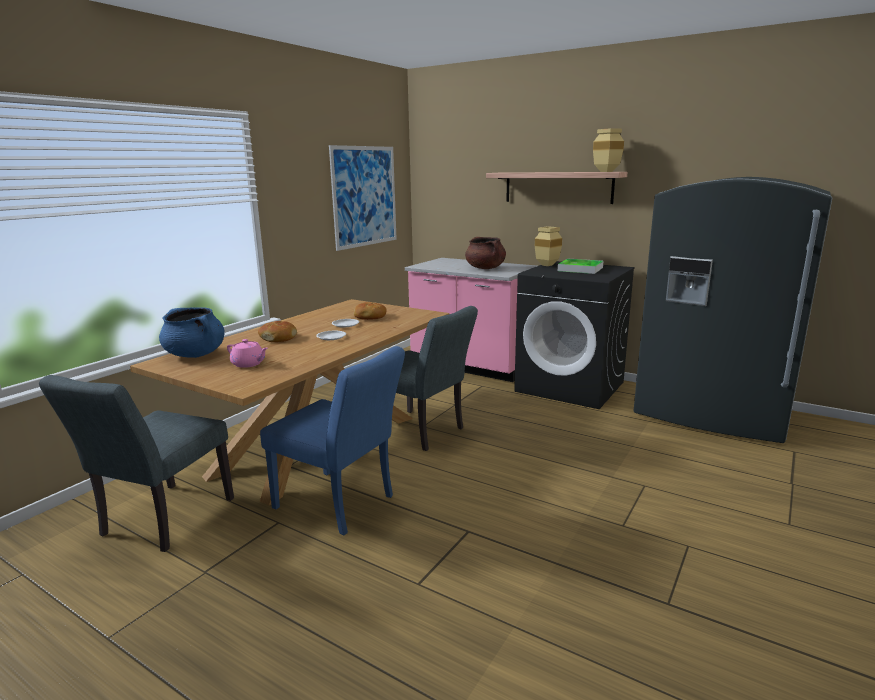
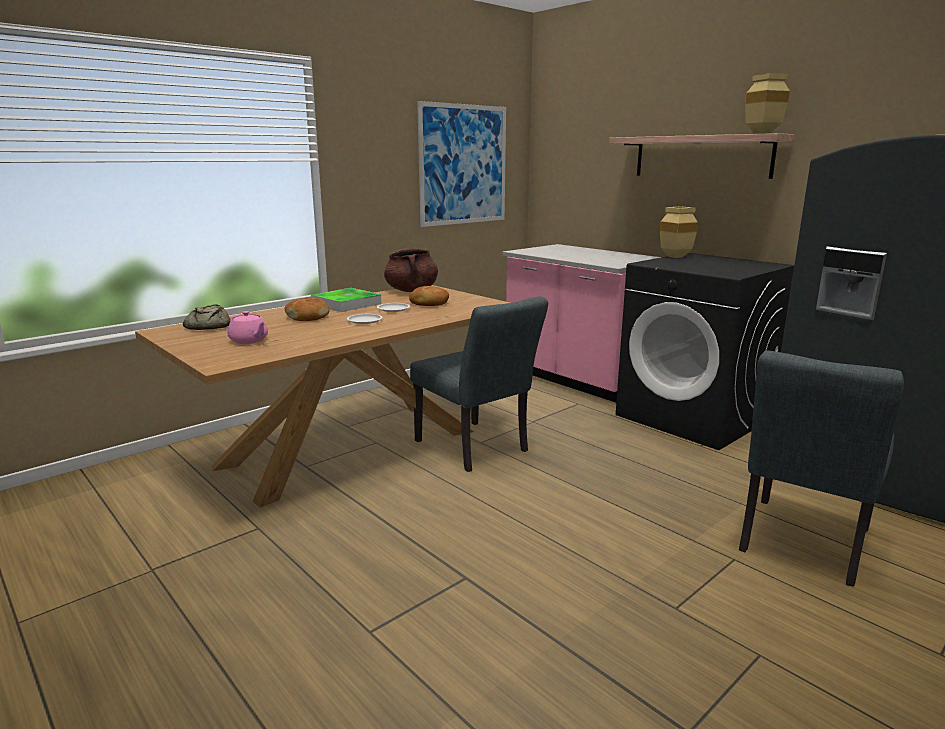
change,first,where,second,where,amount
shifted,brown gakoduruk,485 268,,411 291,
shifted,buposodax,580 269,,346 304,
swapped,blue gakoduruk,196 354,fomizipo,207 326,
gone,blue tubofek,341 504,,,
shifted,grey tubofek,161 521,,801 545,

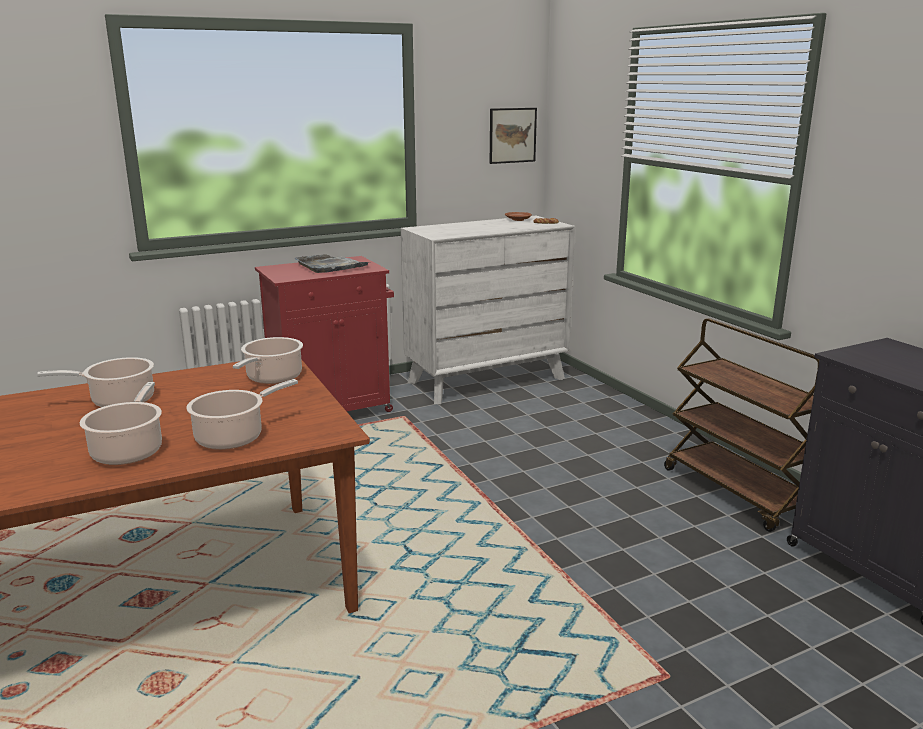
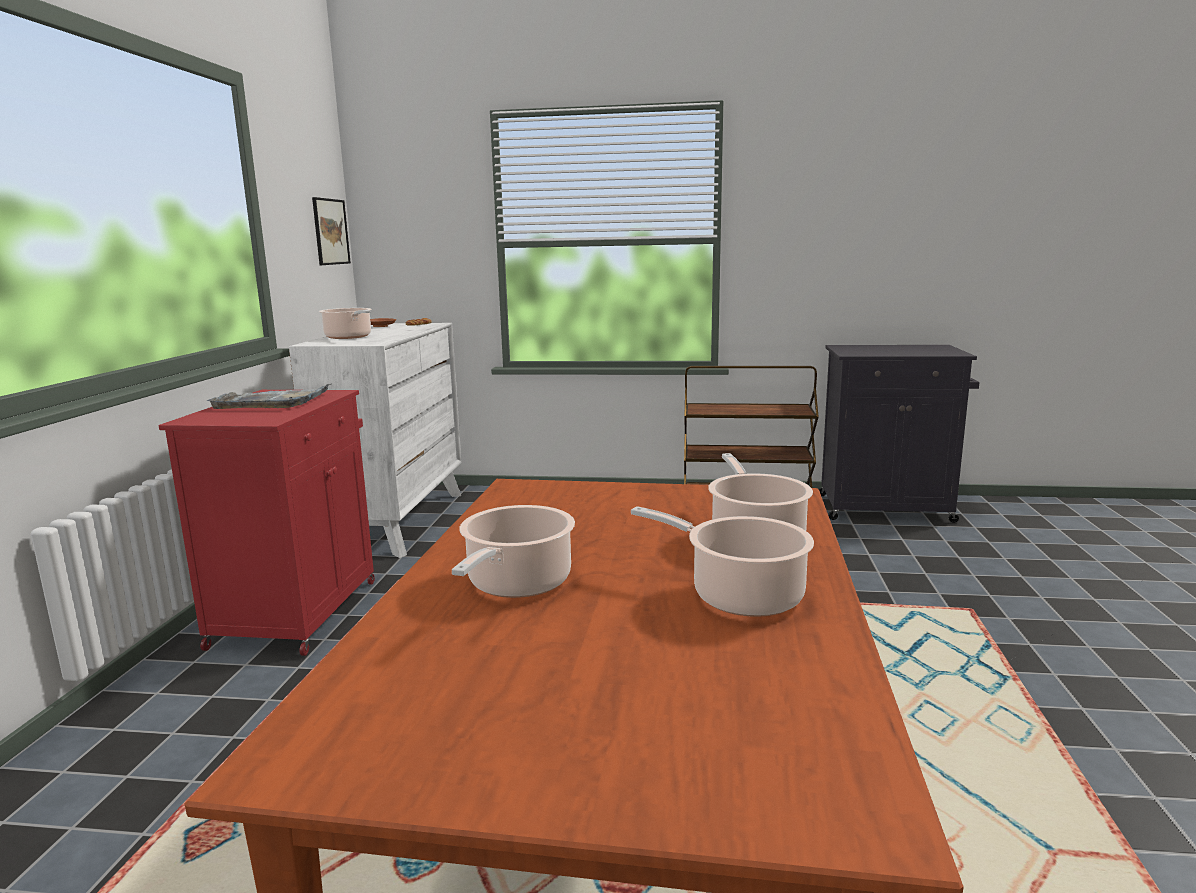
change,first,where,second,where,amount
shifted,gakoduruk,272 378,,349 337,

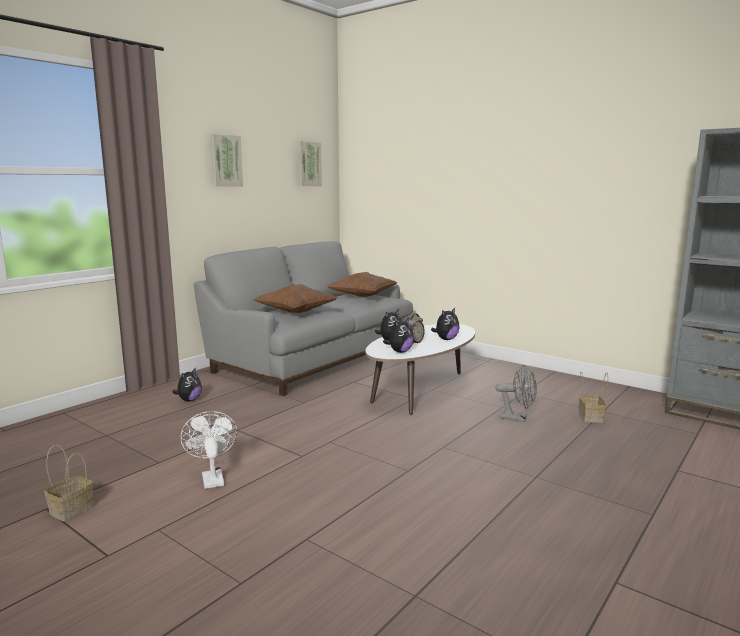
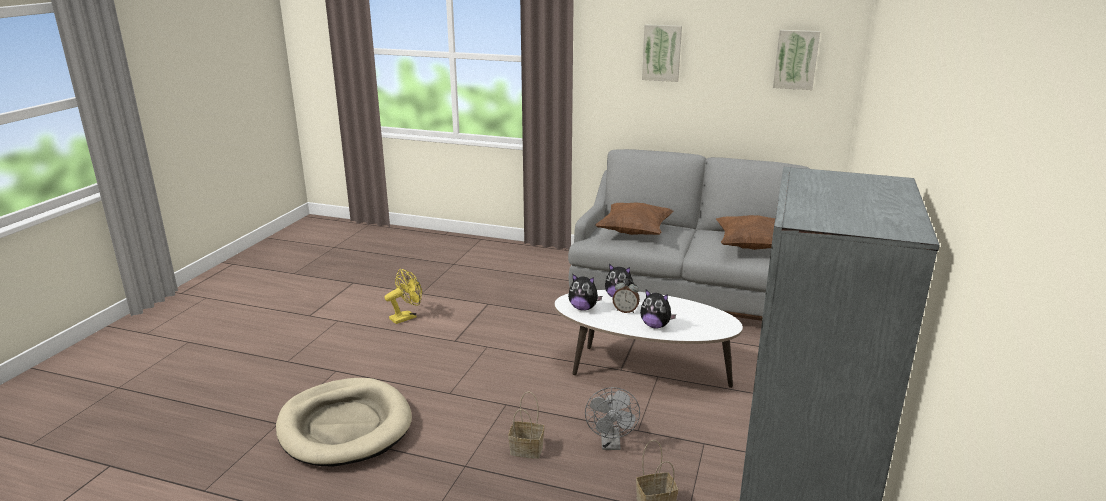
change,first,where,second,where,amount
gone,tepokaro,189 400,,,
repainted,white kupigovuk,211 477,yellow kupigovuk,406 317,
shifted,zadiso,71 510,,525 450,
new,,,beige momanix,345 426,

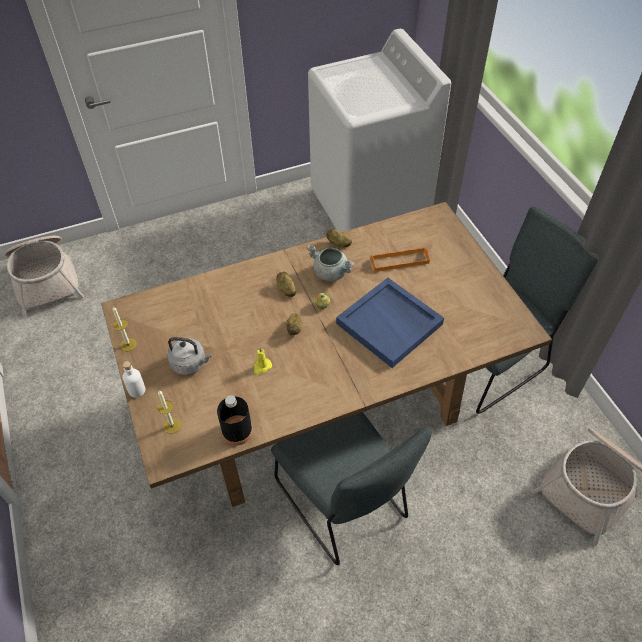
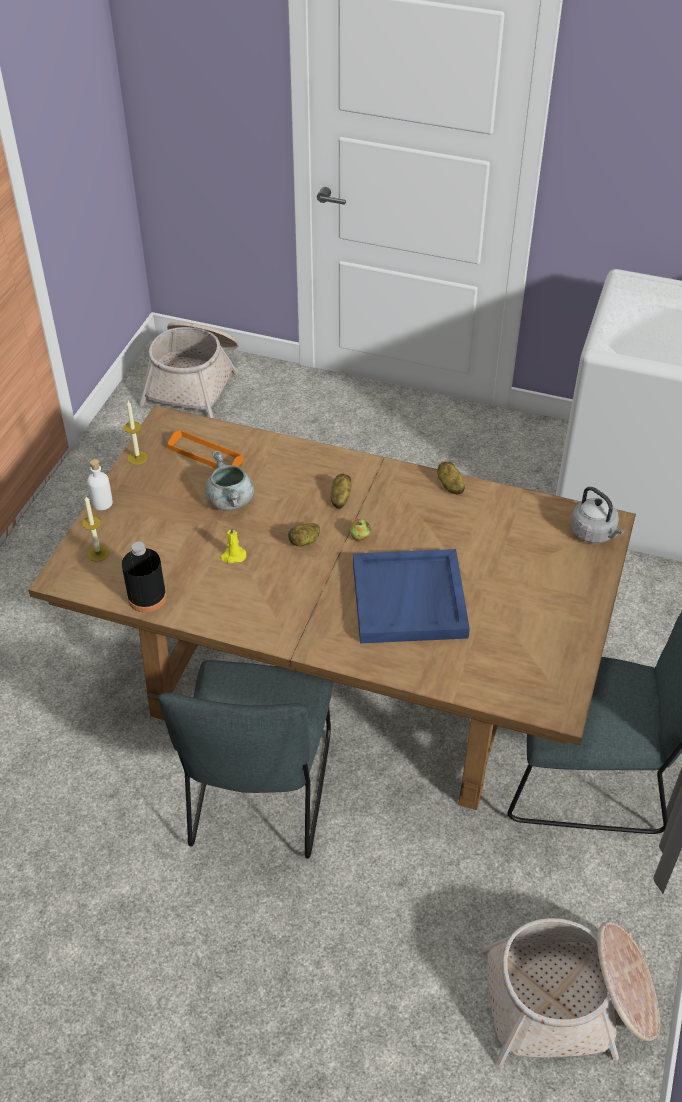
change,first,where,second,where,amount
shifted,grey gakoduruk,331 273,,231 501,
shifted,orange buposodax,399 261,,205 454,
shifted,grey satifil,190 364,,594 533,

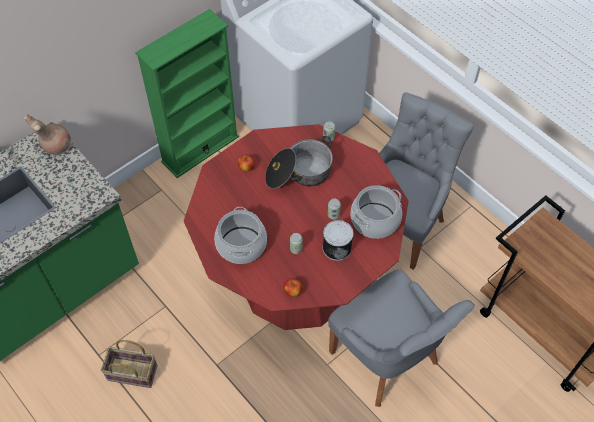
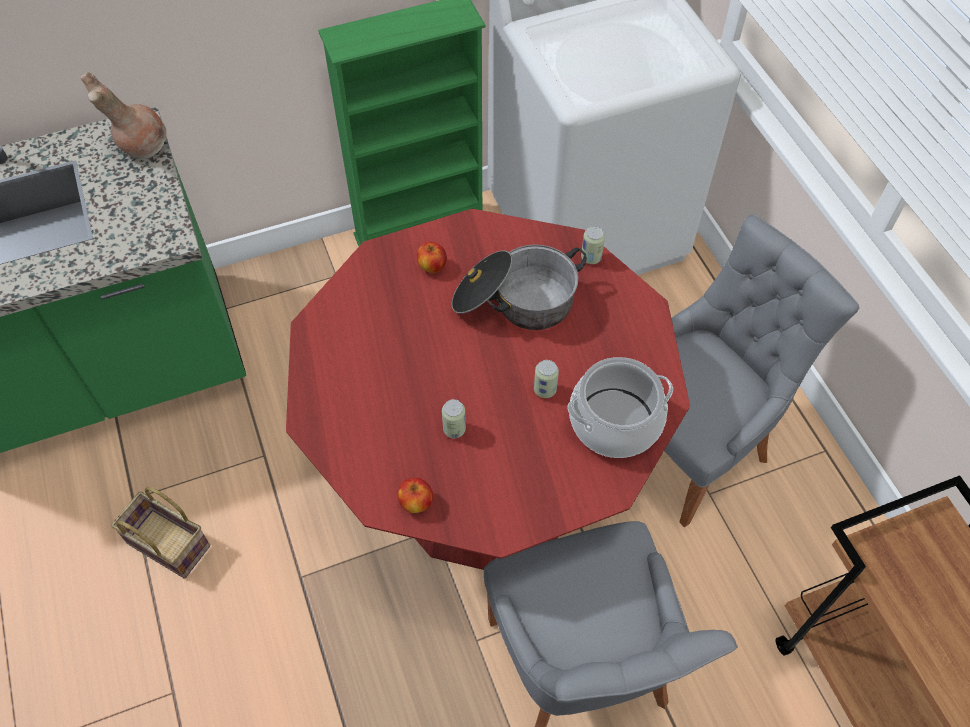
change,first,where,second,where,amount
gone,gakoduruk,241 245,,,
gone,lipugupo,337 247,,,

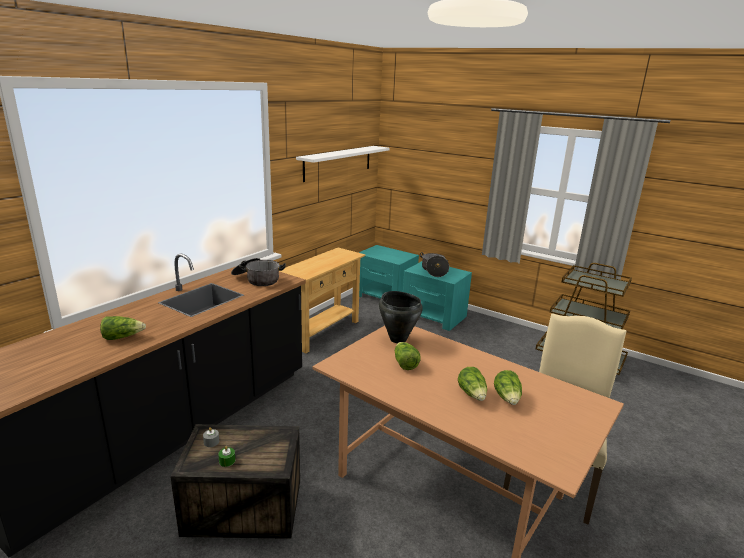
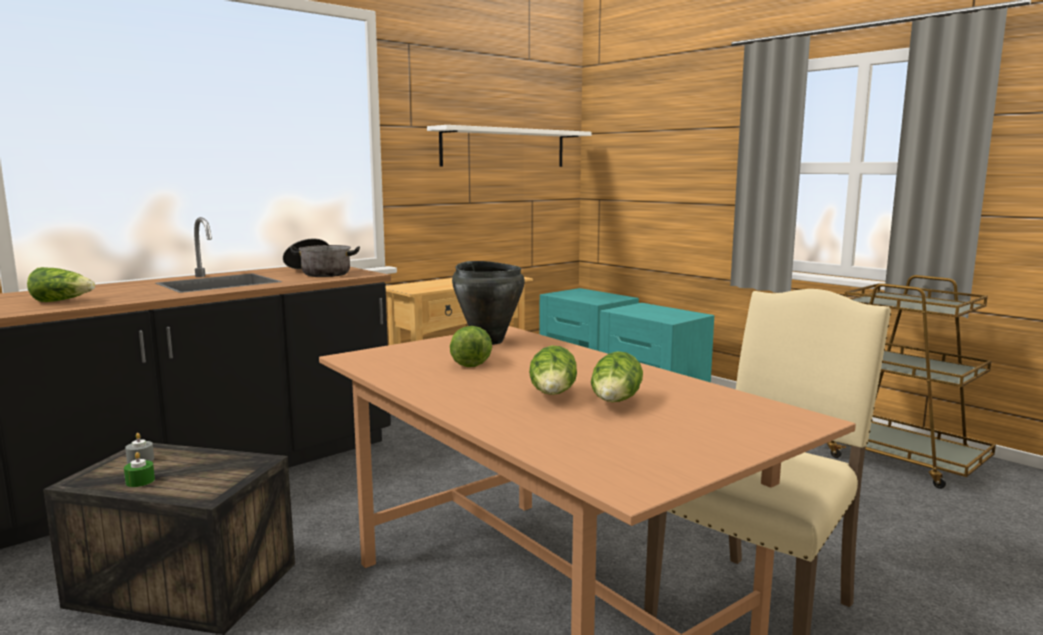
change,first,where,second,where,amount
gone,gakoduruk,434 270,,,

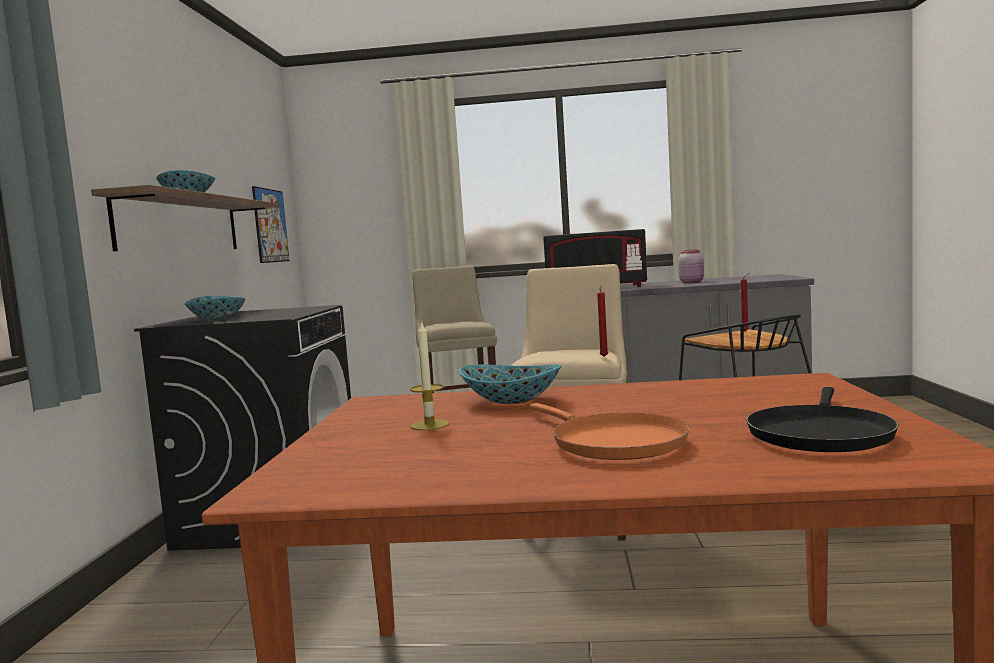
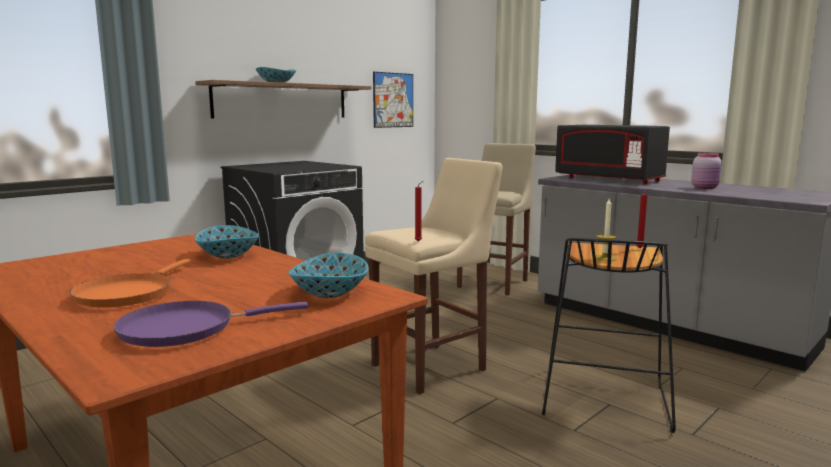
change,first,where,second,where,amount
shifted,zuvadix,218 319,,331 293,
shifted,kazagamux,430 425,,605 258,
repainted,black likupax,819 434,purple likupax,185 329,

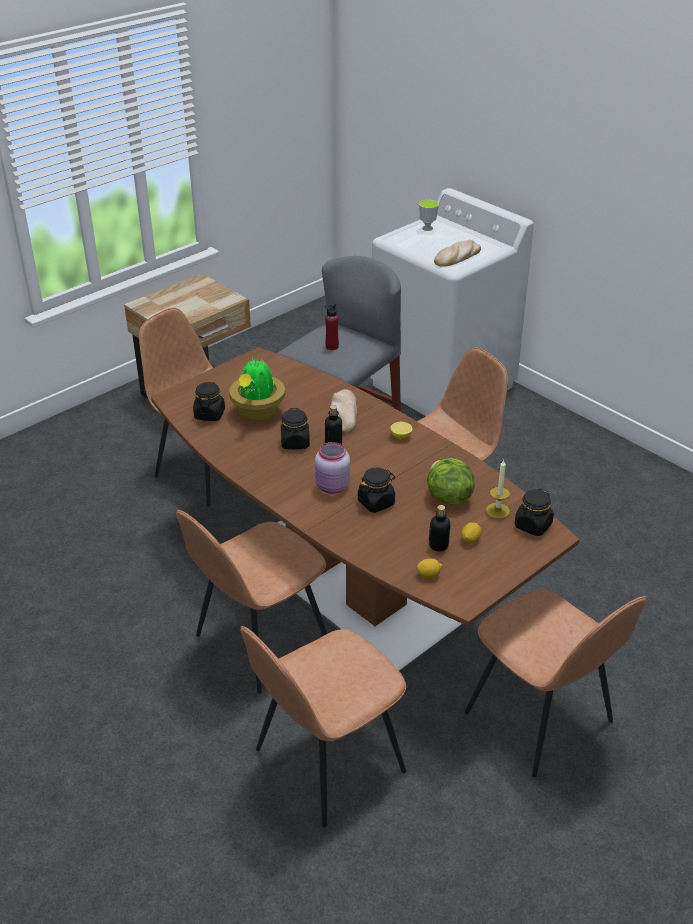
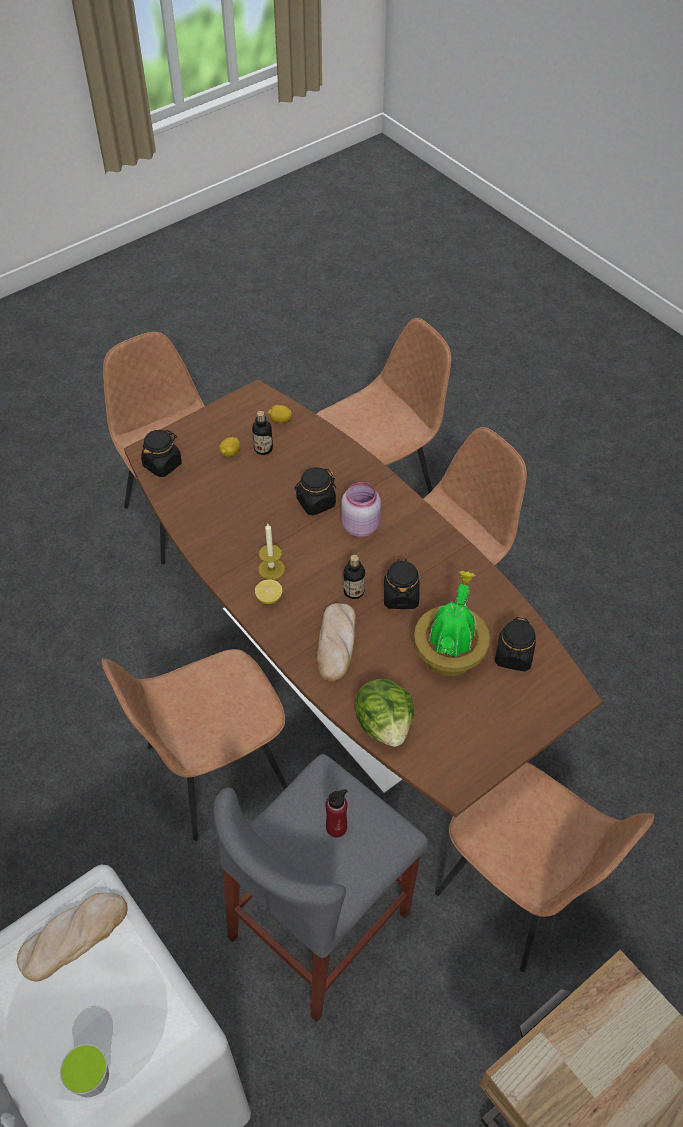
change,first,where,second,where,amount
shifted,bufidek,448 497,,384 724,
shifted,kazagamux,497 511,,271 569,

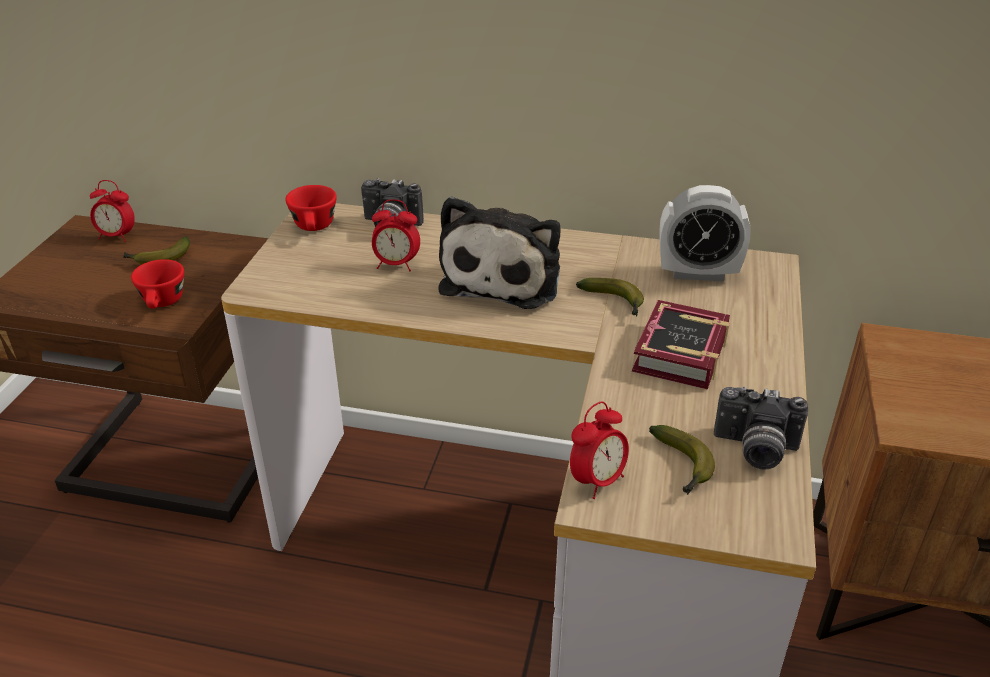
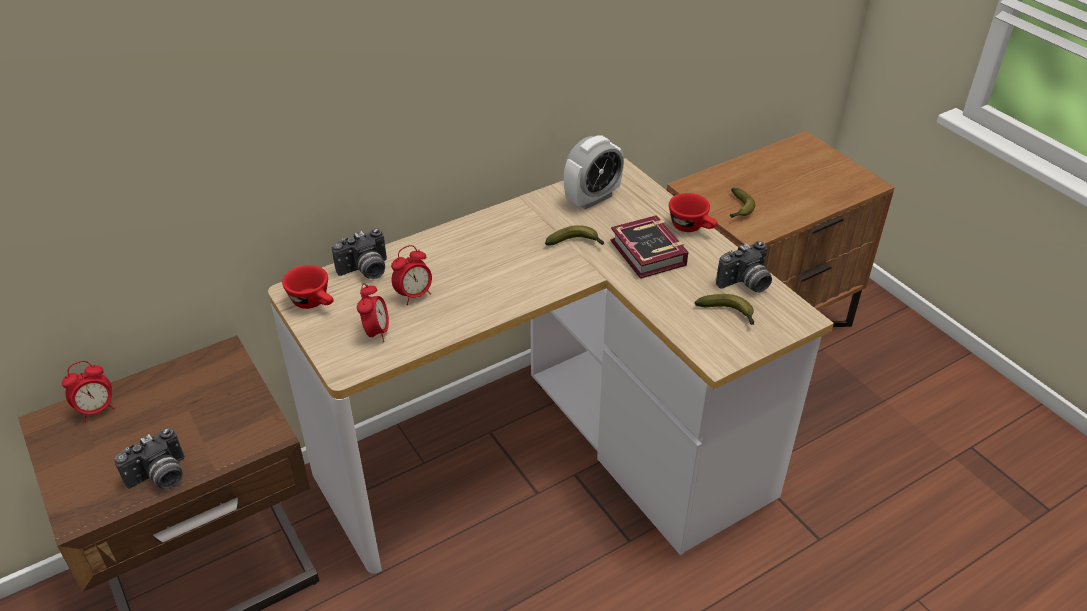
change,first,where,second,where,amount
gone,tepokaro,504 277,,,
shifted,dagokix,158 258,,739 209,
shifted,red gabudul,163 303,,692 227,
shifted,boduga,597 481,,376 332,
new,,,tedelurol,160 477,

